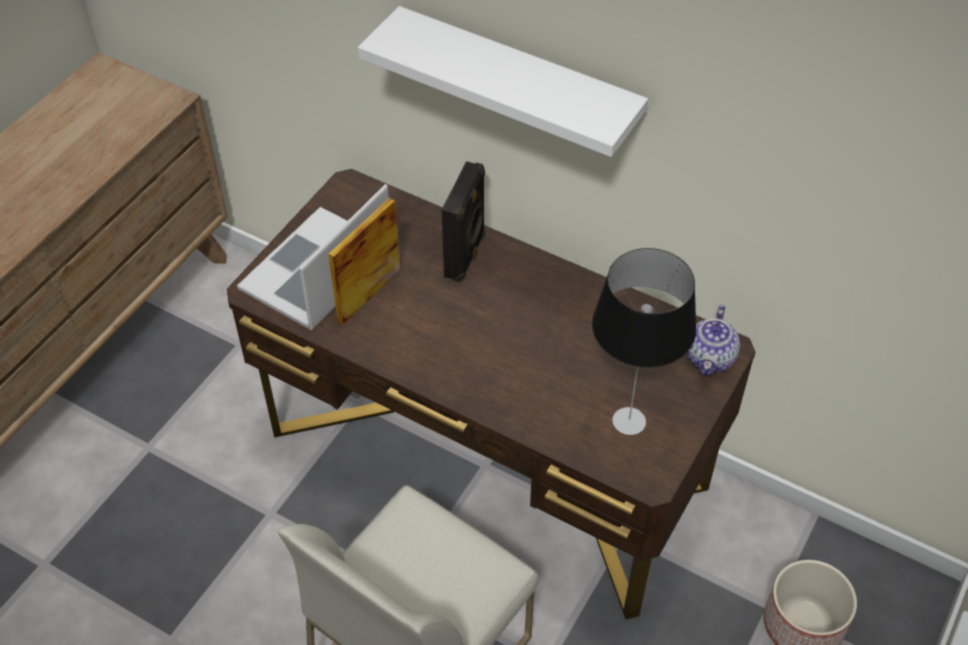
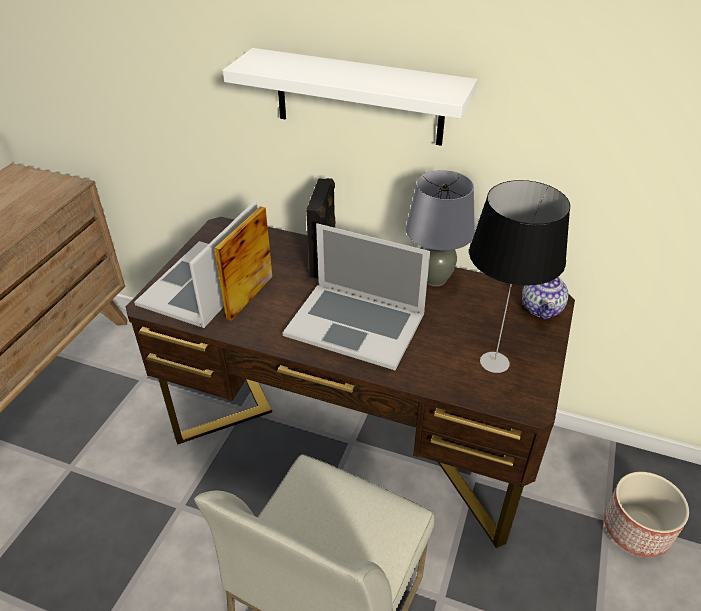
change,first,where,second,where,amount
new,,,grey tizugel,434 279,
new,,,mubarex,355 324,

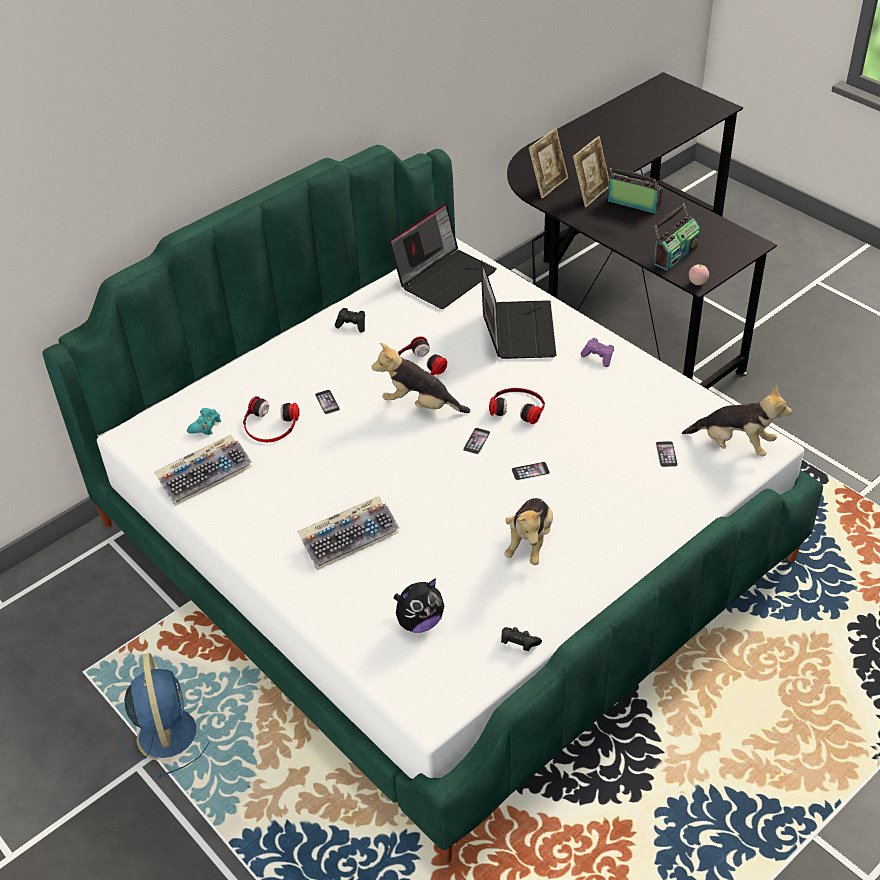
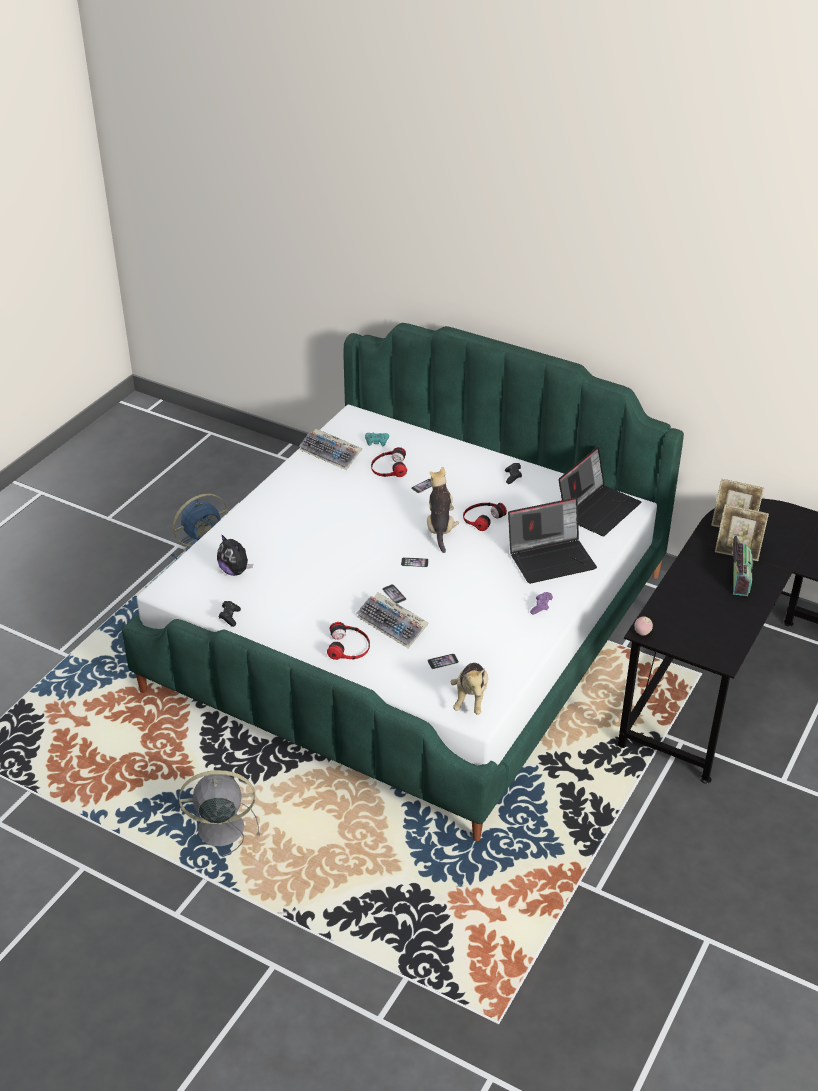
change,first,where,second,where,amount
rotated,mubarex,444 277,,598 509,75 degrees counterclockwise
gone,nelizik,674 254,,,
shifted,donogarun,518 407,,349 646,
shifted,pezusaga,350 537,,393 625,
gone,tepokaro,529 542,,,
new,,,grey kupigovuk,218 829,

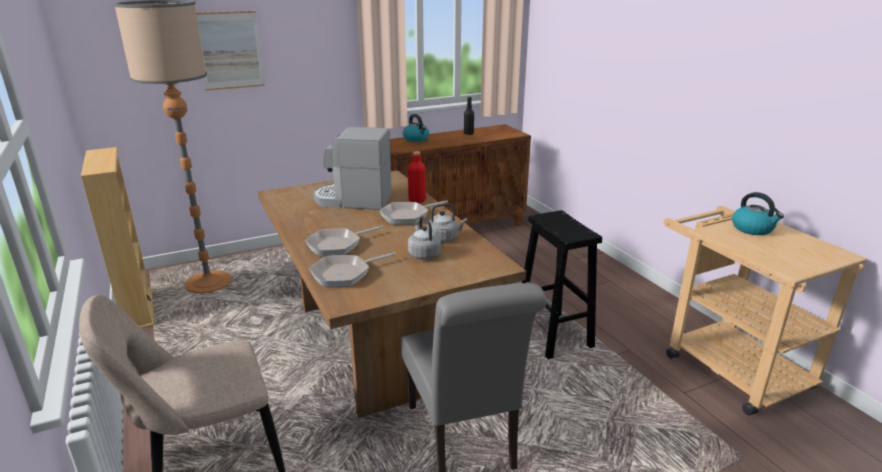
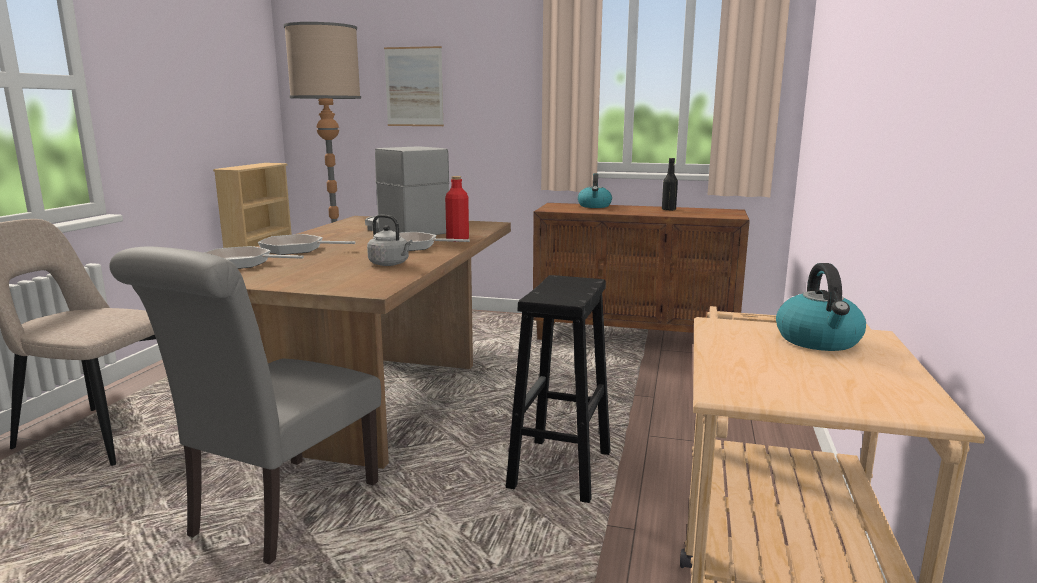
change,first,where,second,where,amount
gone,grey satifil,423 254,,,

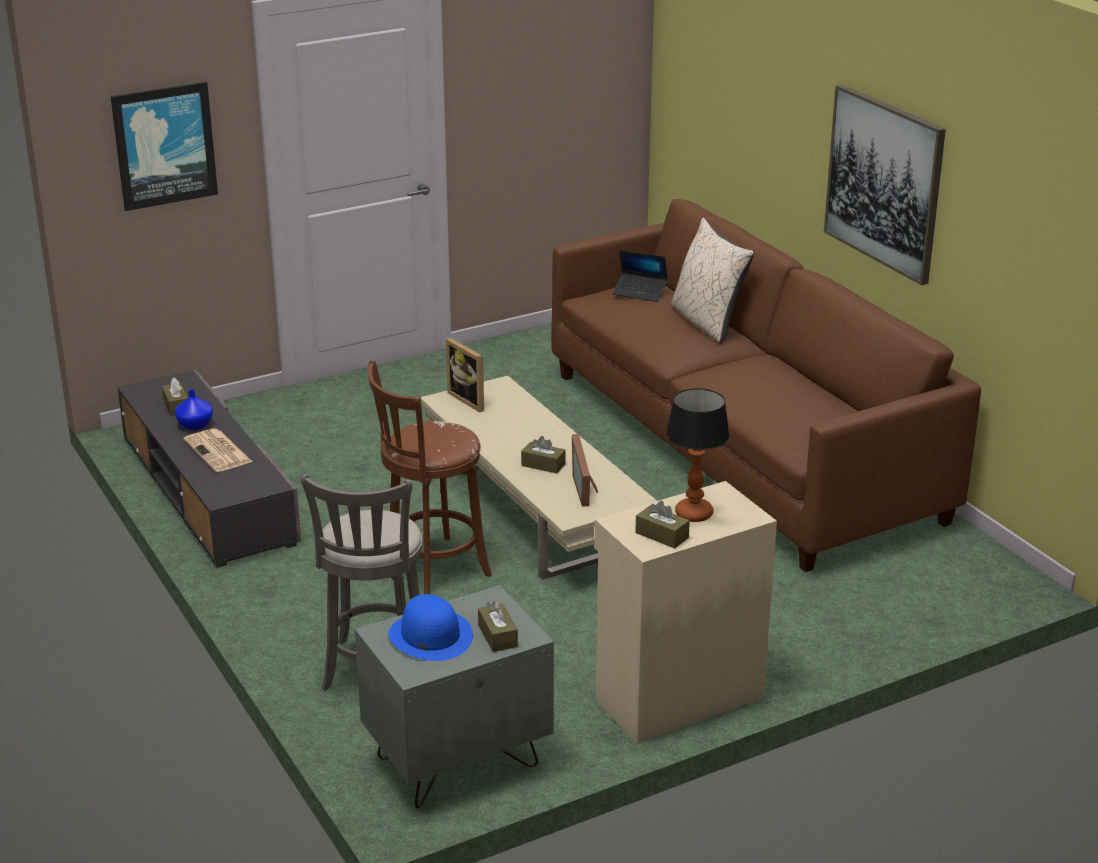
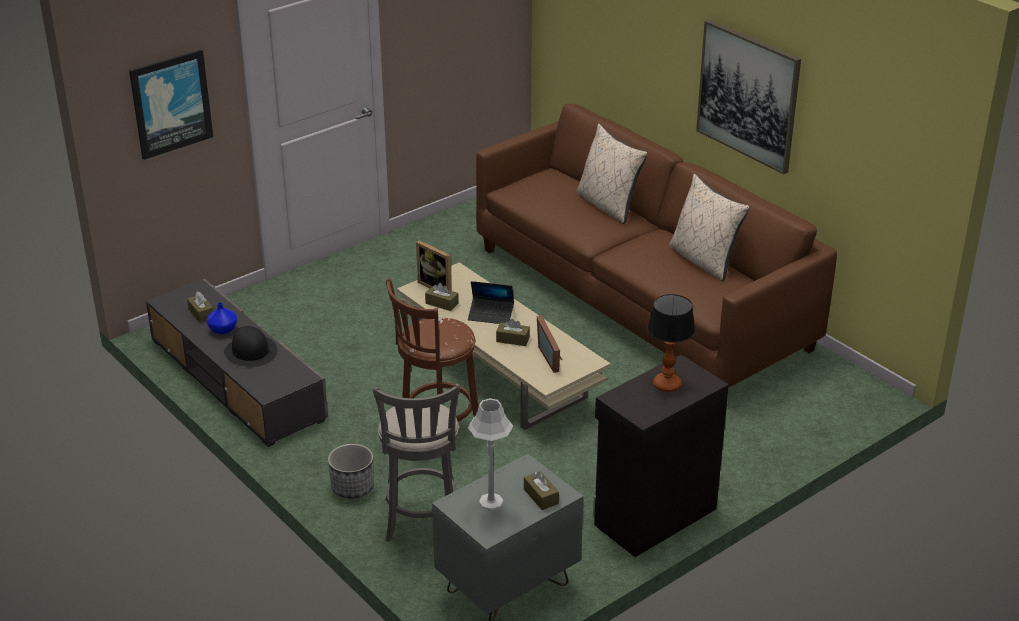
change,first,where,second,where,amount
shifted,mubarex,640 292,,491 315,
swapped,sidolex,219 451,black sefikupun,251 352,
repainted,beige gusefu,677 697,black gusefu,653 516,
shifted,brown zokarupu,662 535,,442 303,
swapped,blue sefikupun,430 636,grey tizugel,490 502,
new,,,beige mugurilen,704 260,
new,,,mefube,352 487,

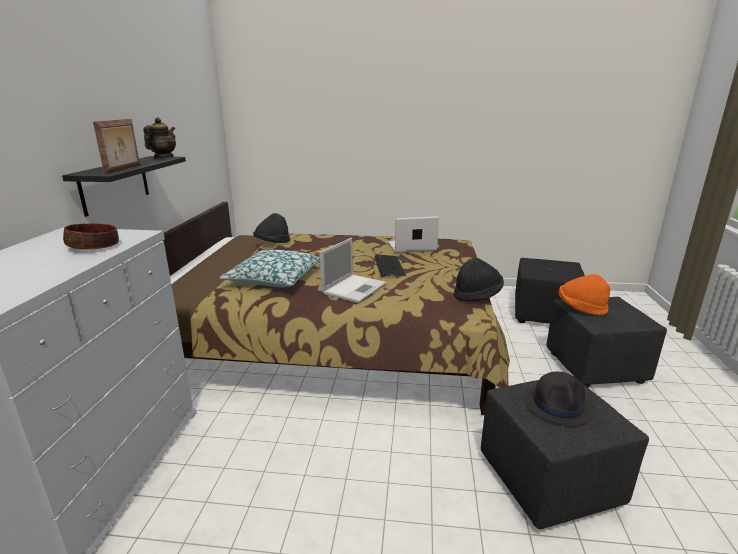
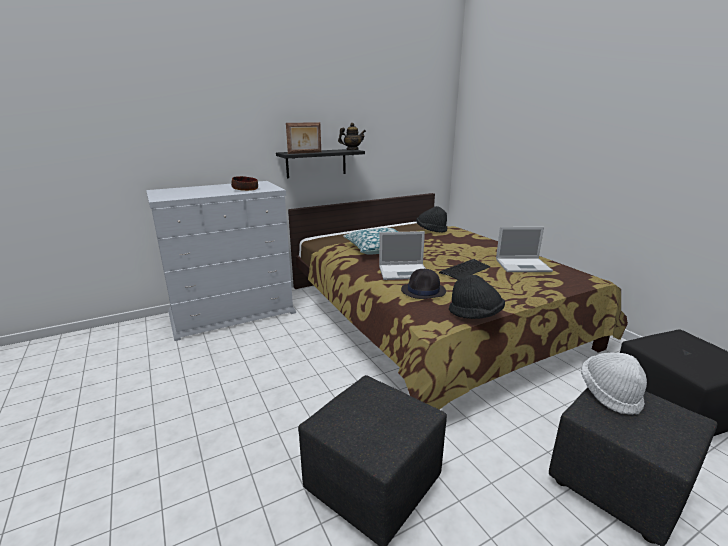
change,first,where,second,where,amount
rotated,mubarex,410 247,,524 265,135 degrees clockwise
repainted,orange sefikupun,581 308,white sefikupun,610 394,
shifted,black sefikupun,558 405,,423 291,

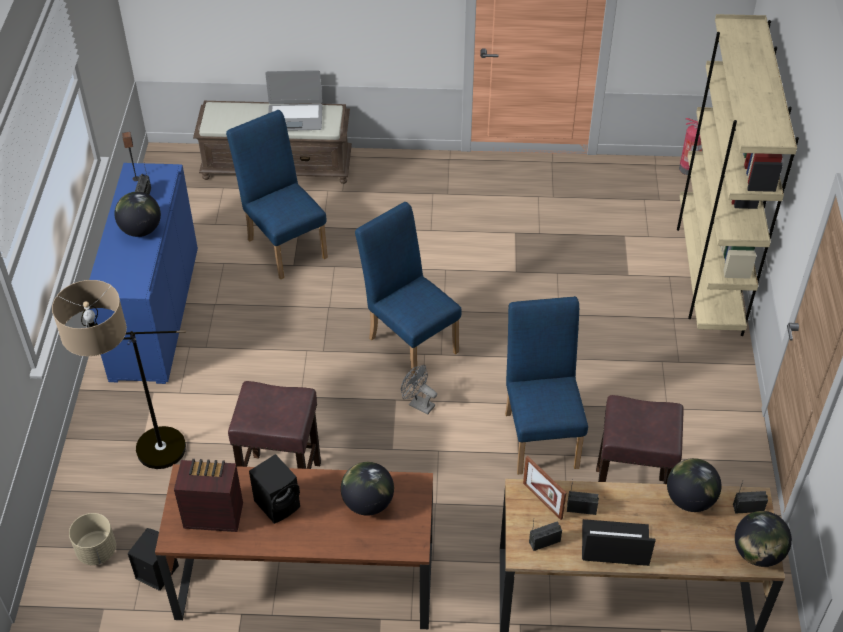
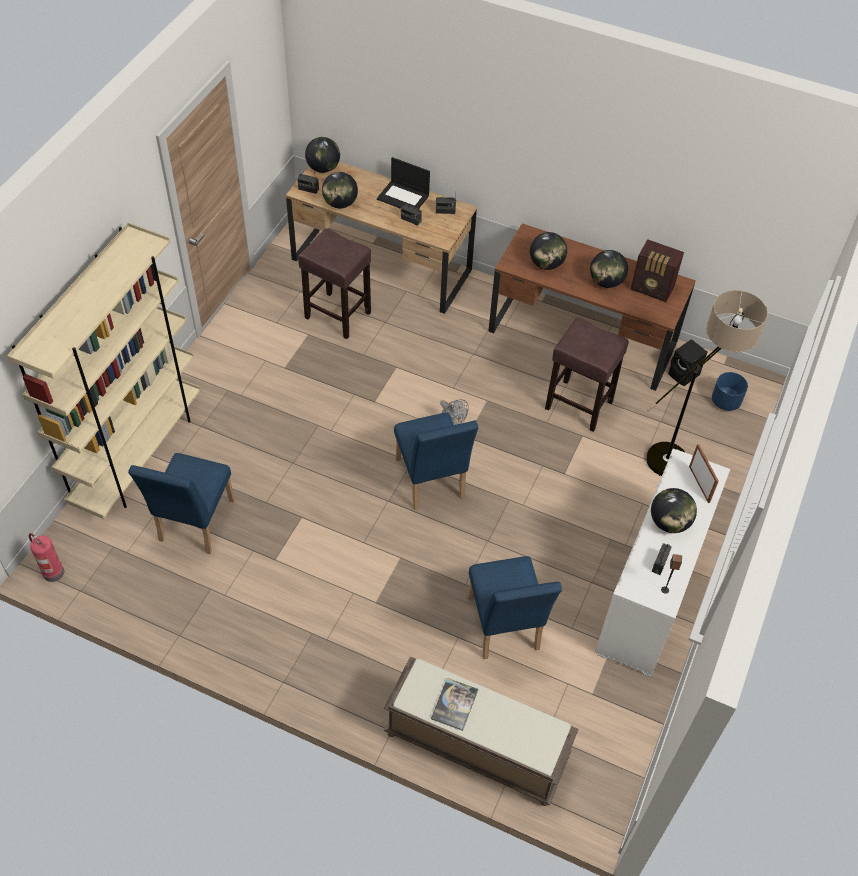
change,first,where,second,where,amount
swapped,mubarex,295 117,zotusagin,454 704,
repainted,blue gusefu,155 313,white gusefu,650 592,
shifted,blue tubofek,541 434,,193 525,
swapped,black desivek,278 503,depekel,606 282,
shifted,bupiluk,542 501,,699 484,
repainted,beige mefube,97 551,blue mefube,725 401,

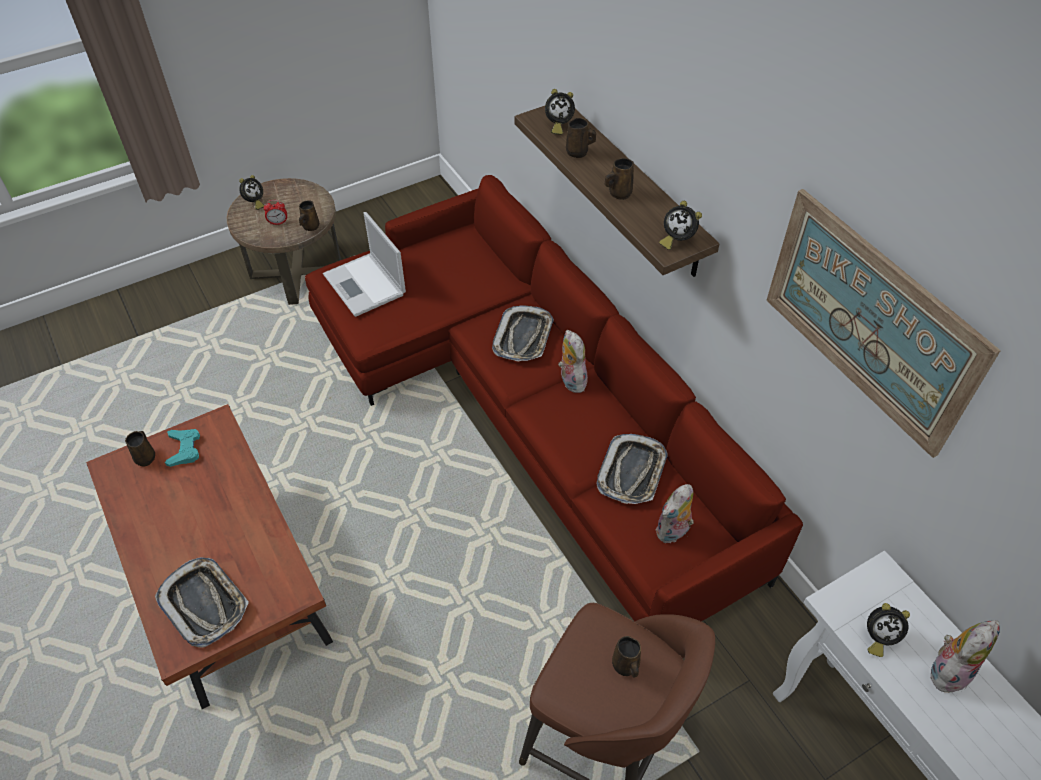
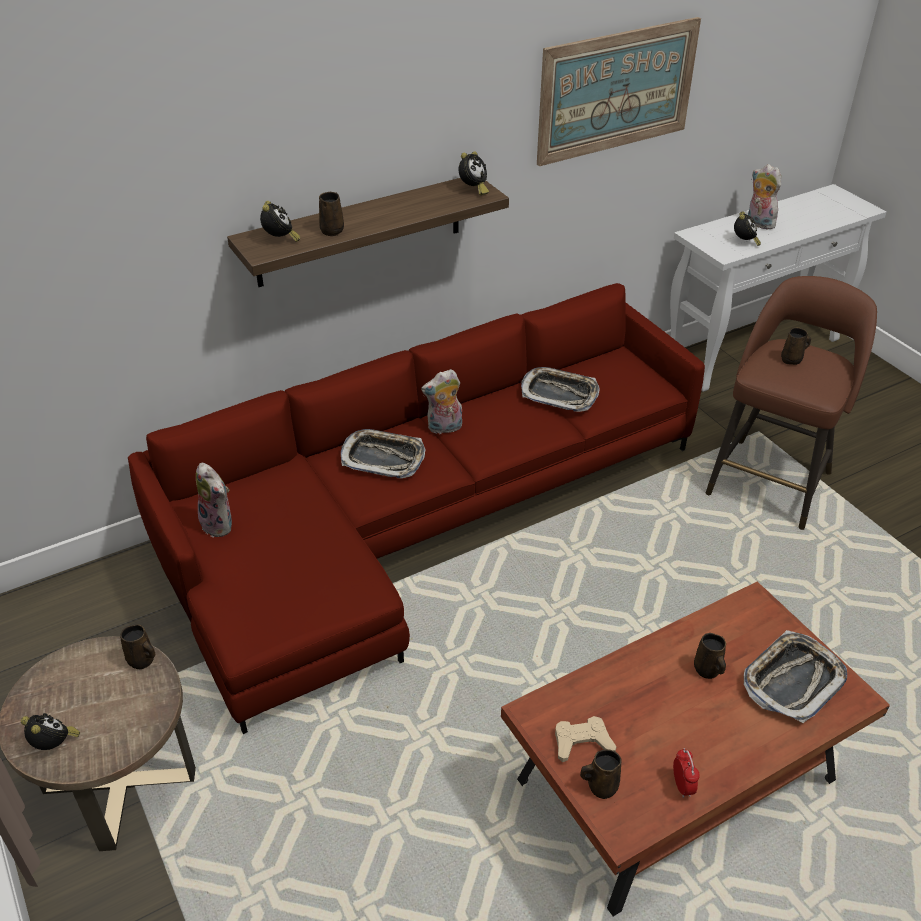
change,first,where,second,where,amount
shifted,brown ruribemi,619 193,,707 670,
shifted,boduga,278 223,,682 786,
gone,mubarex,365 285,,,
repainted,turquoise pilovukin,184 449,beige pilovukin,582 742,
shifted,tepokaro,673 532,,220 524,

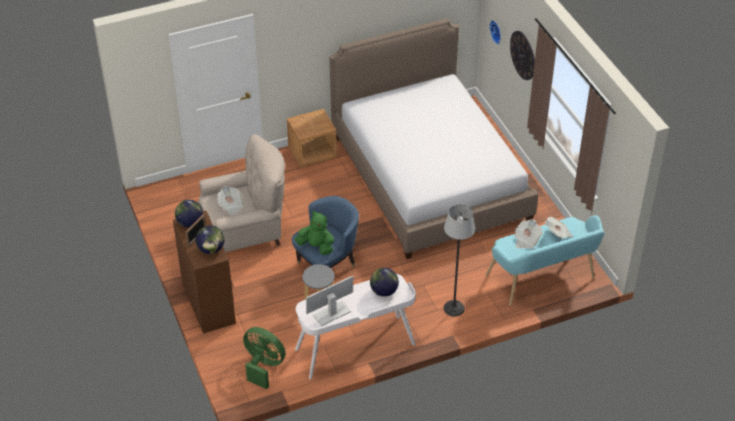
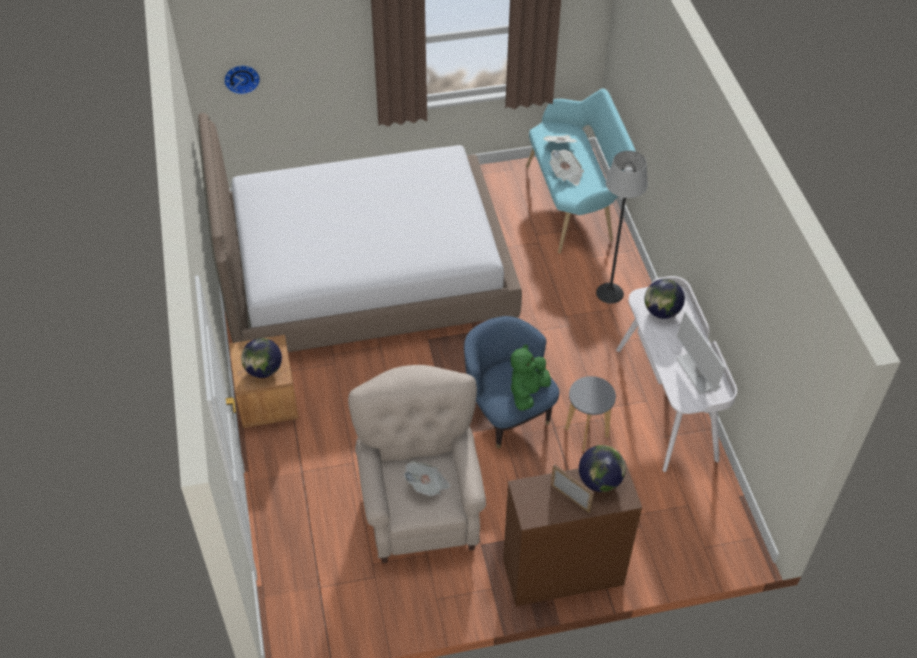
change,first,where,second,where,amount
gone,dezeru,523 55,,,
shifted,depekel,190 223,,263 370,
gone,green kupigovuk,263 366,,,

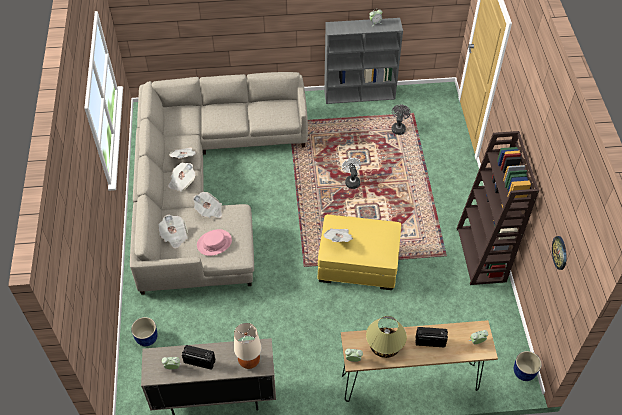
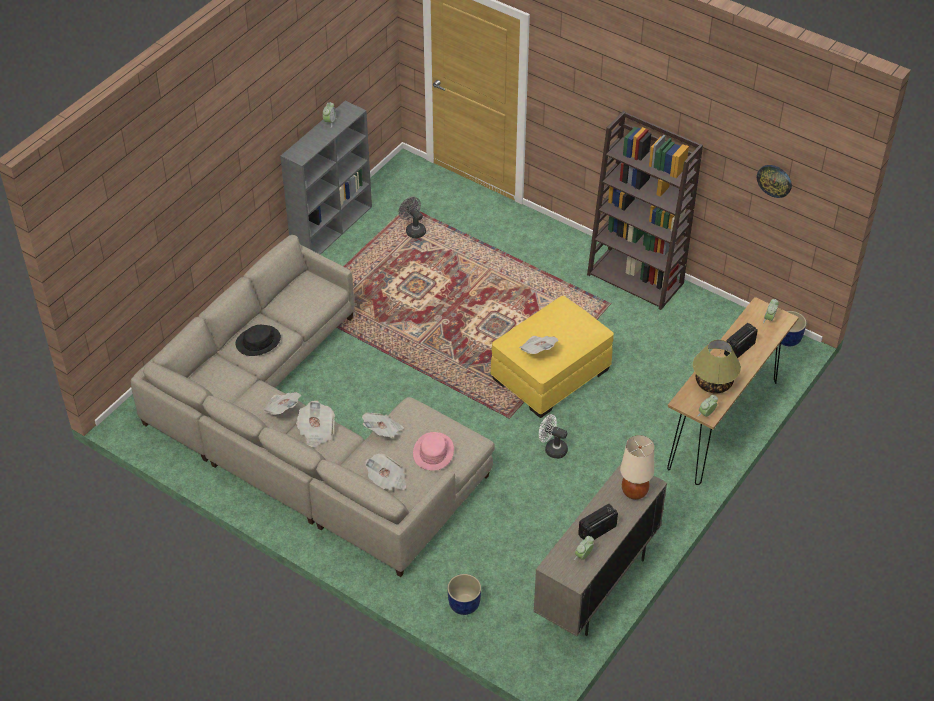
change,first,where,second,where,amount
shifted,white kupigovuk,351 181,,552 449,
new,,,black sefikupun,258 341,

